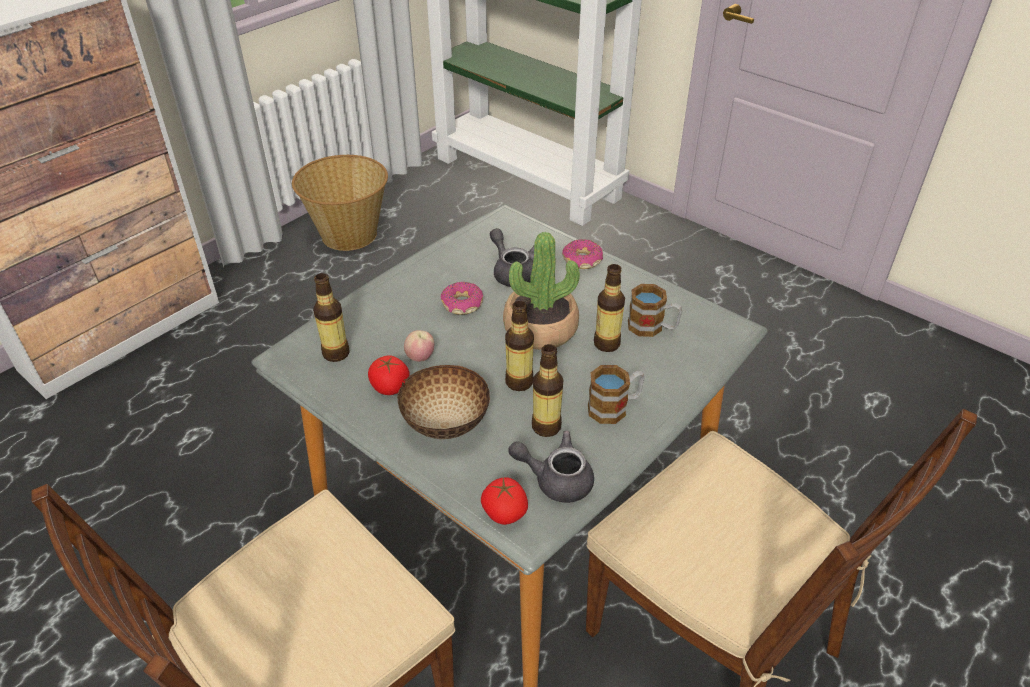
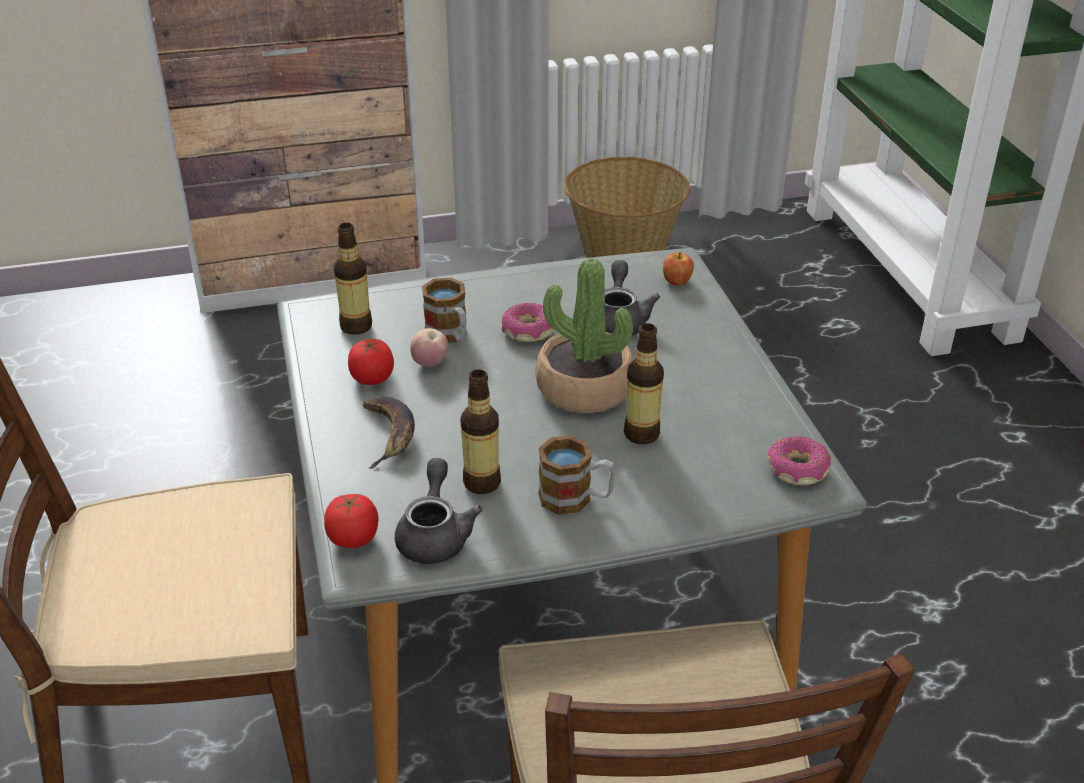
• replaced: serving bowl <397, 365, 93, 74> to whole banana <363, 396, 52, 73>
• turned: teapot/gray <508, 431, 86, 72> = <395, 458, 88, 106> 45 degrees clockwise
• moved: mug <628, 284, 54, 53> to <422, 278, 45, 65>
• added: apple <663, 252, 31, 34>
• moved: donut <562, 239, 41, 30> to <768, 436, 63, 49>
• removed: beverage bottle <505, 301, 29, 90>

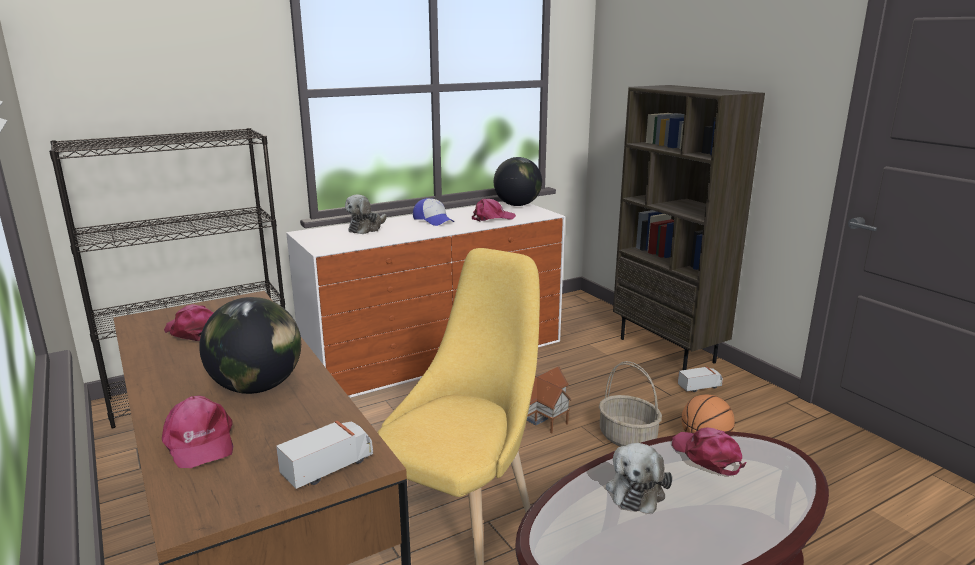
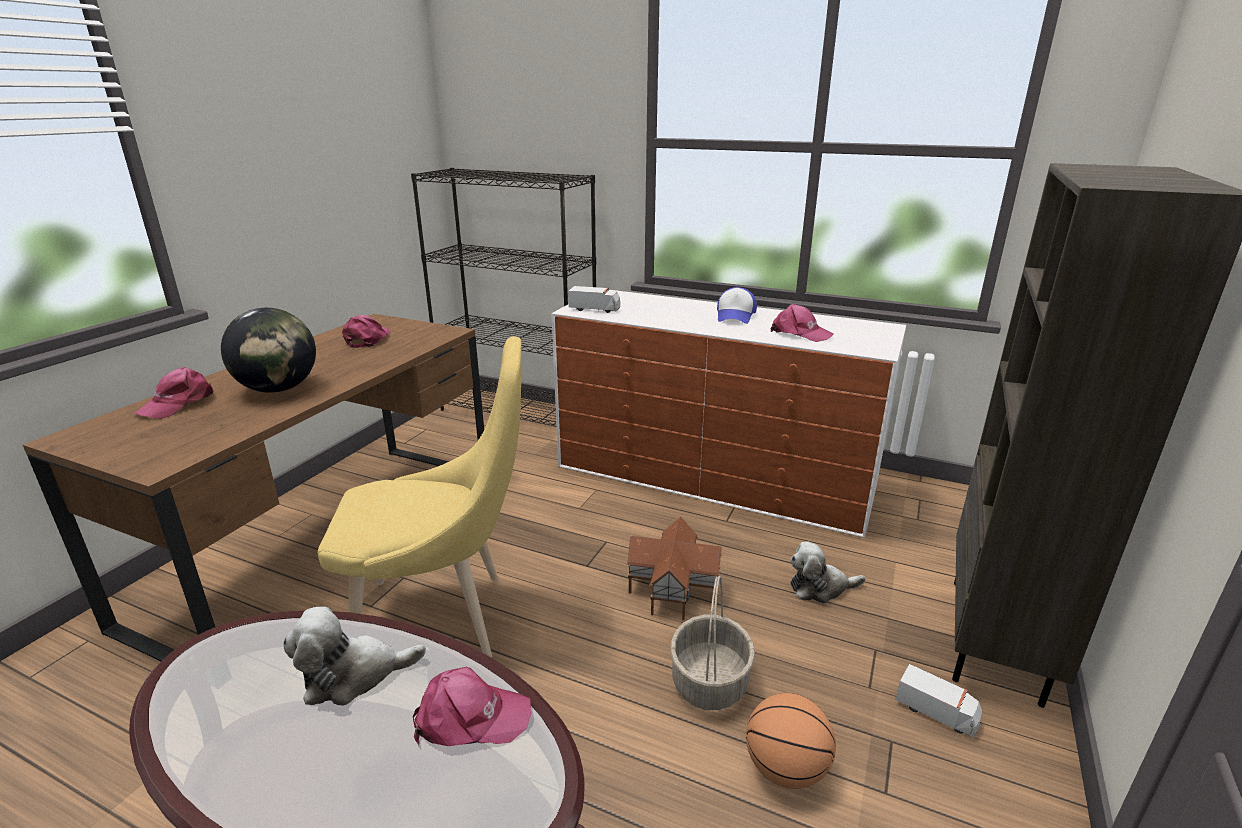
• turned: cap/pink-coloured <672, 427, 75, 49> = <413, 666, 119, 80> 60 degrees clockwise
• moved: toy lorry <276, 420, 97, 69> to <568, 286, 52, 27>
• moved: cuddly toy <345, 194, 42, 40> to <790, 542, 76, 61>
• removed: globe <494, 157, 48, 49>

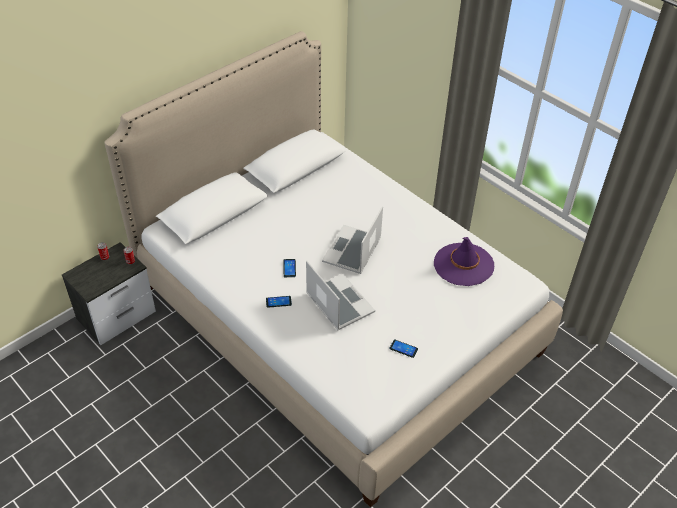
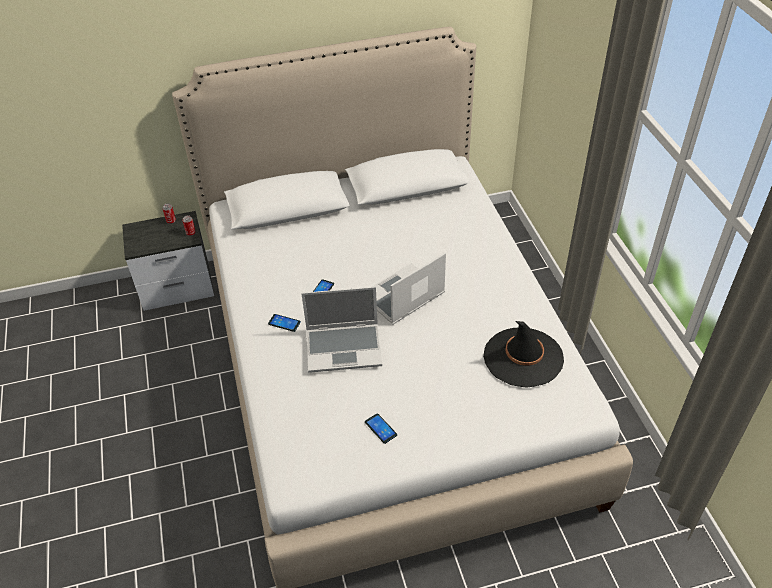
• turned: portable computer <306, 261, 69, 69> = <301, 287, 81, 86> 90 degrees clockwise
• recoloured: wearable hat/purplish <434, 237, 60, 49> to wearable hat/black <483, 321, 81, 67>

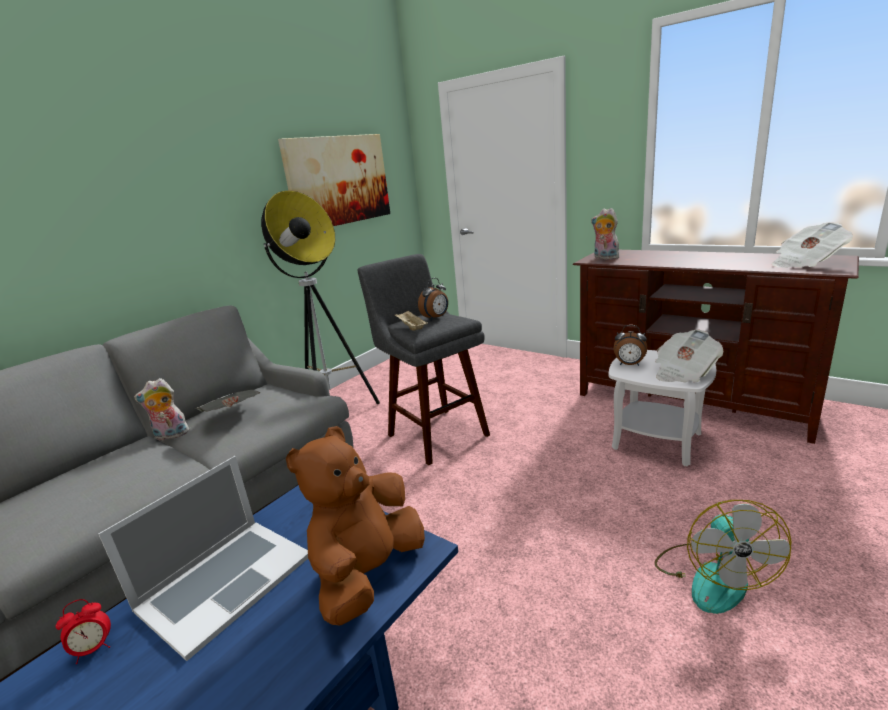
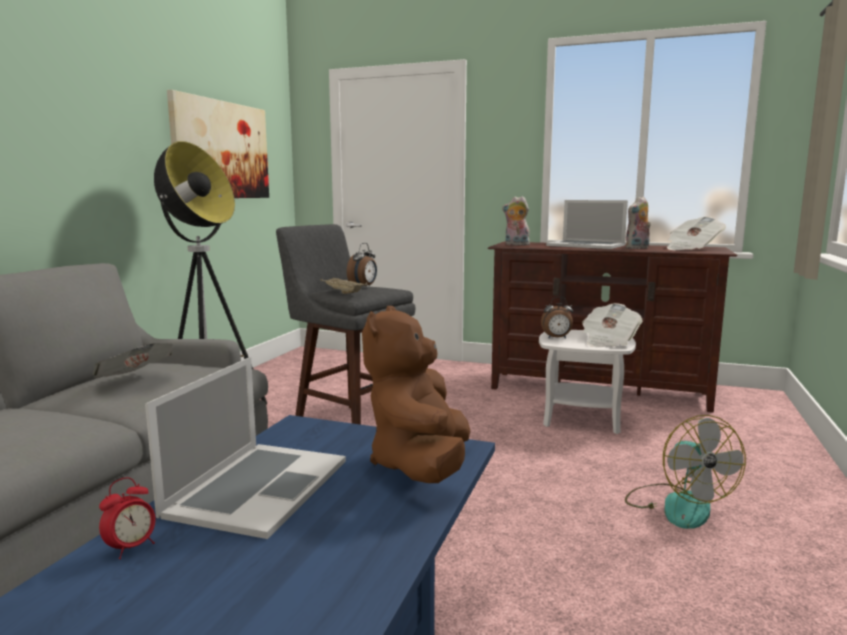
• added: portable computer <546, 200, 82, 49>
• moved: cuddly toy <134, 378, 55, 63> to <626, 196, 25, 53>

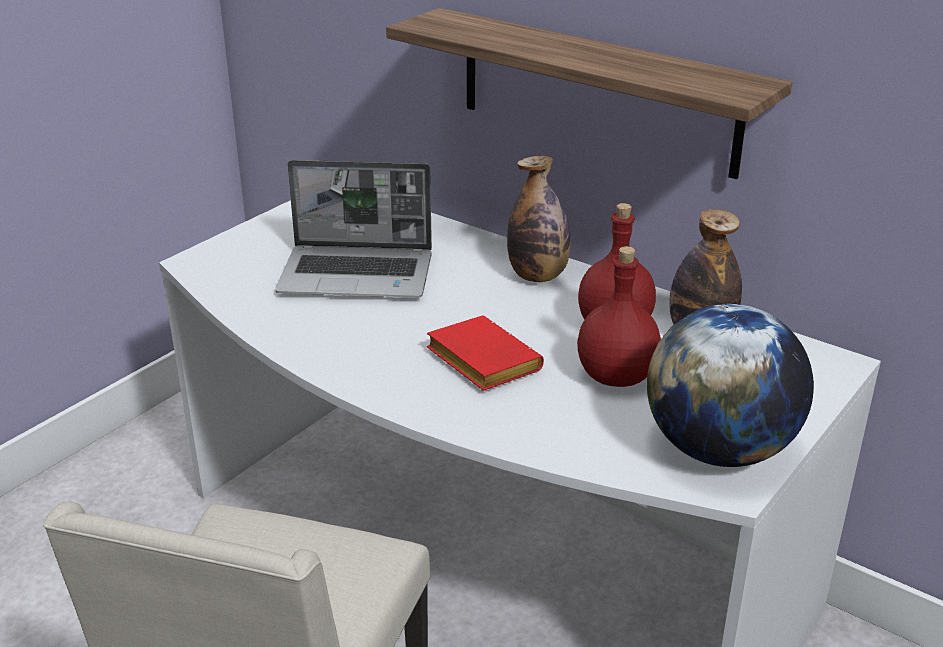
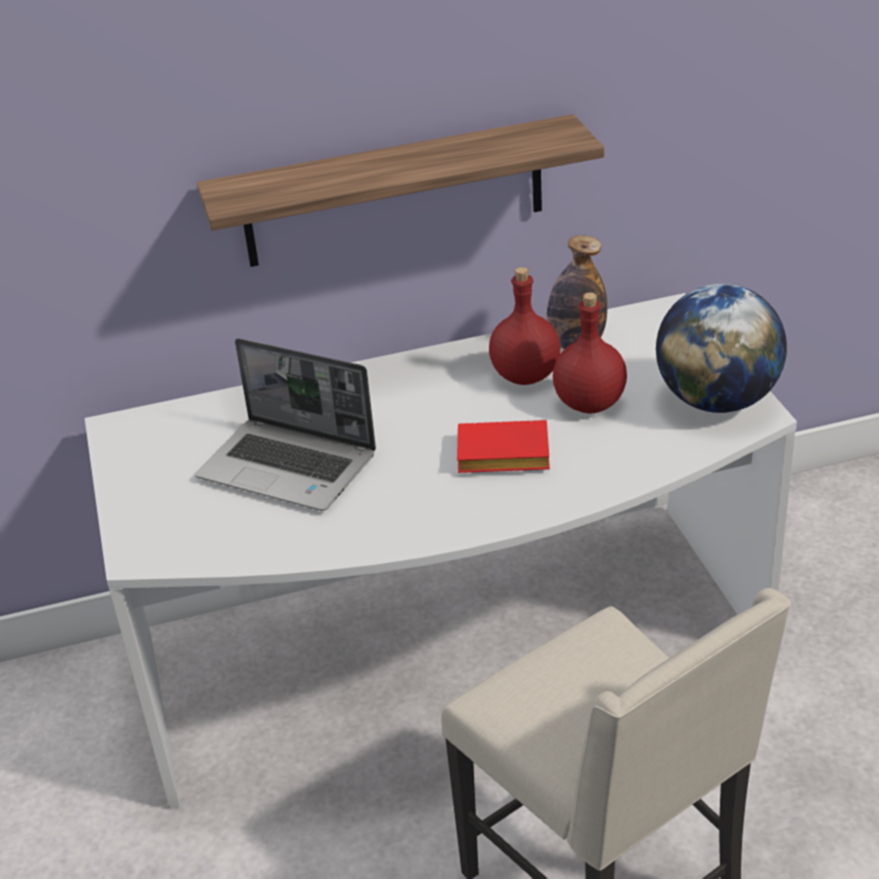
• turned: portable computer <275, 160, 157, 138> = <195, 338, 181, 173> 75 degrees clockwise
• removed: beverage bottle <507, 156, 64, 126>

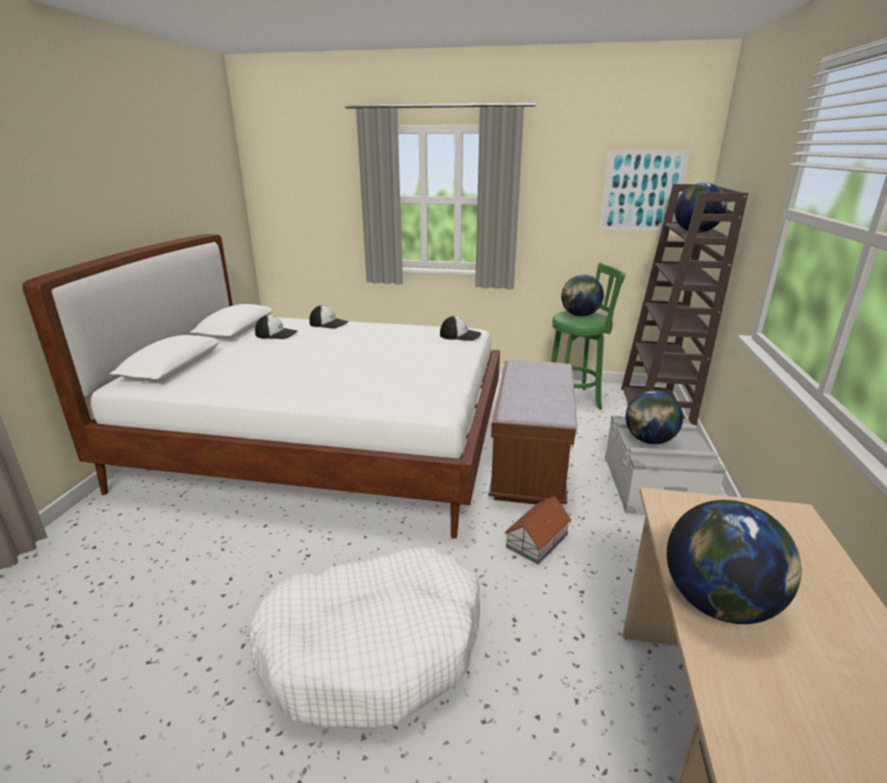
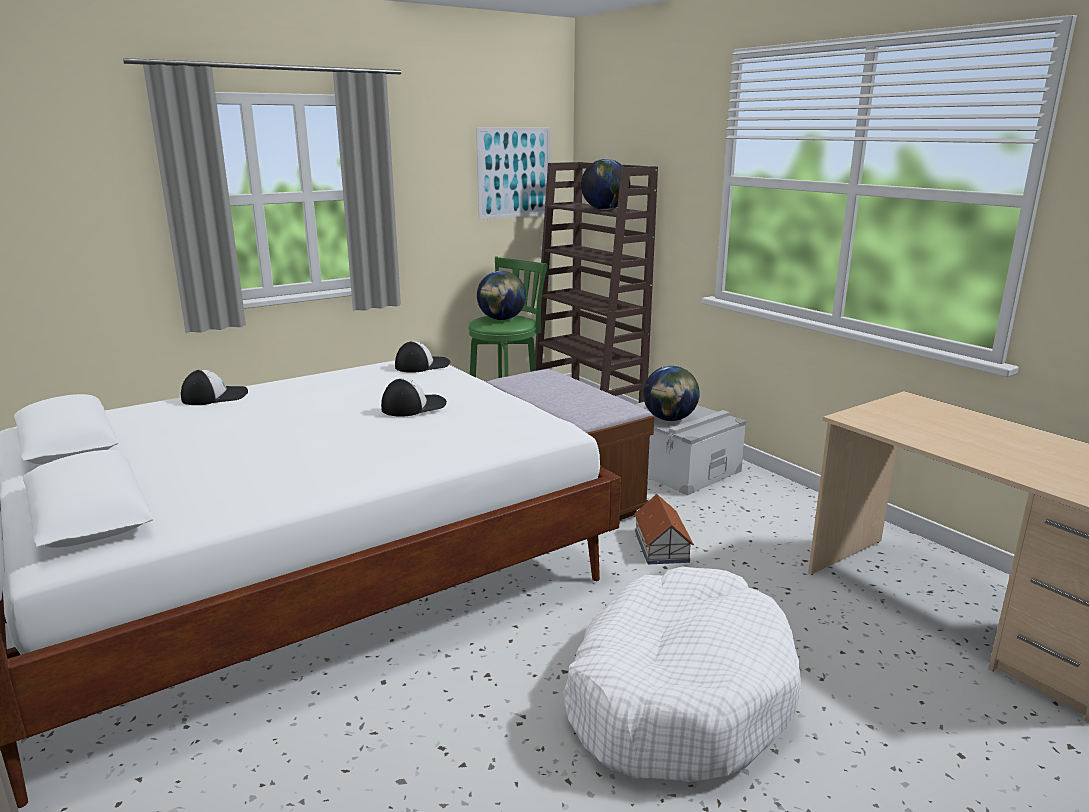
• moved: cap <255, 315, 42, 24> to <381, 379, 66, 38>
• removed: globe <667, 500, 134, 124>

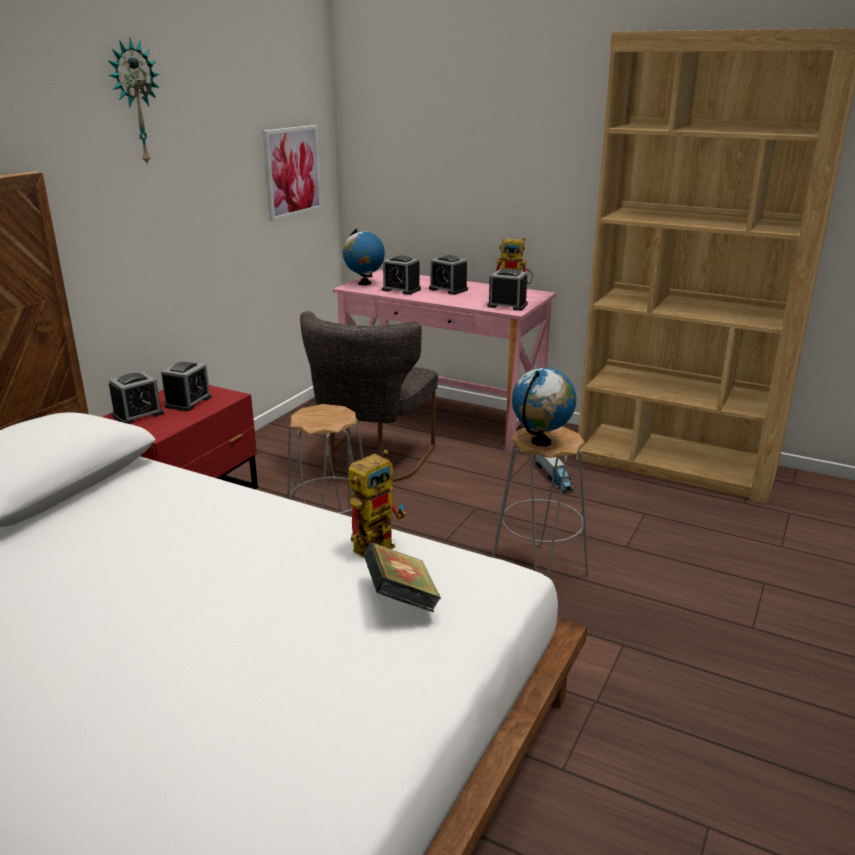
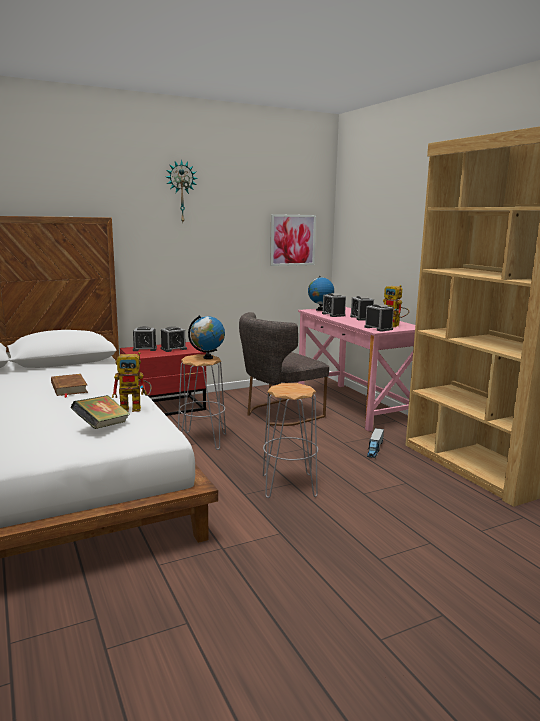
• added: volume/brown <51, 374, 37, 24>
• moved: globe <512, 368, 64, 78> to <188, 315, 37, 44>

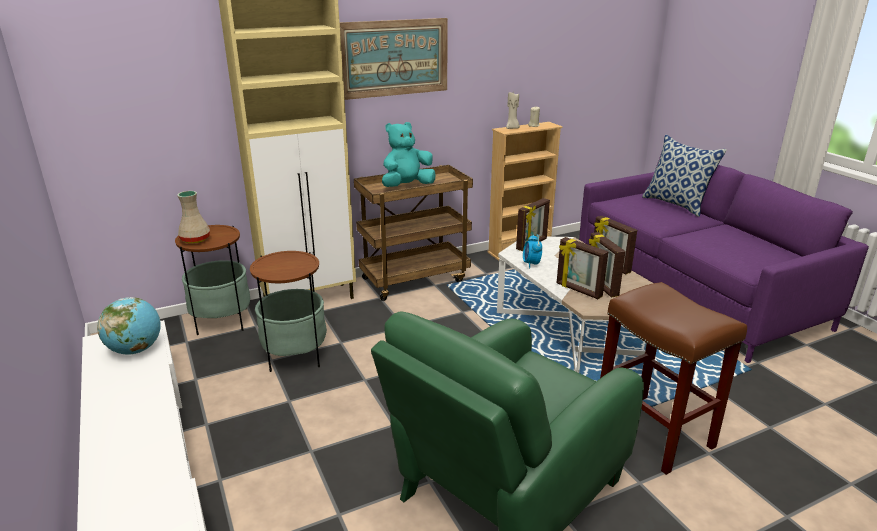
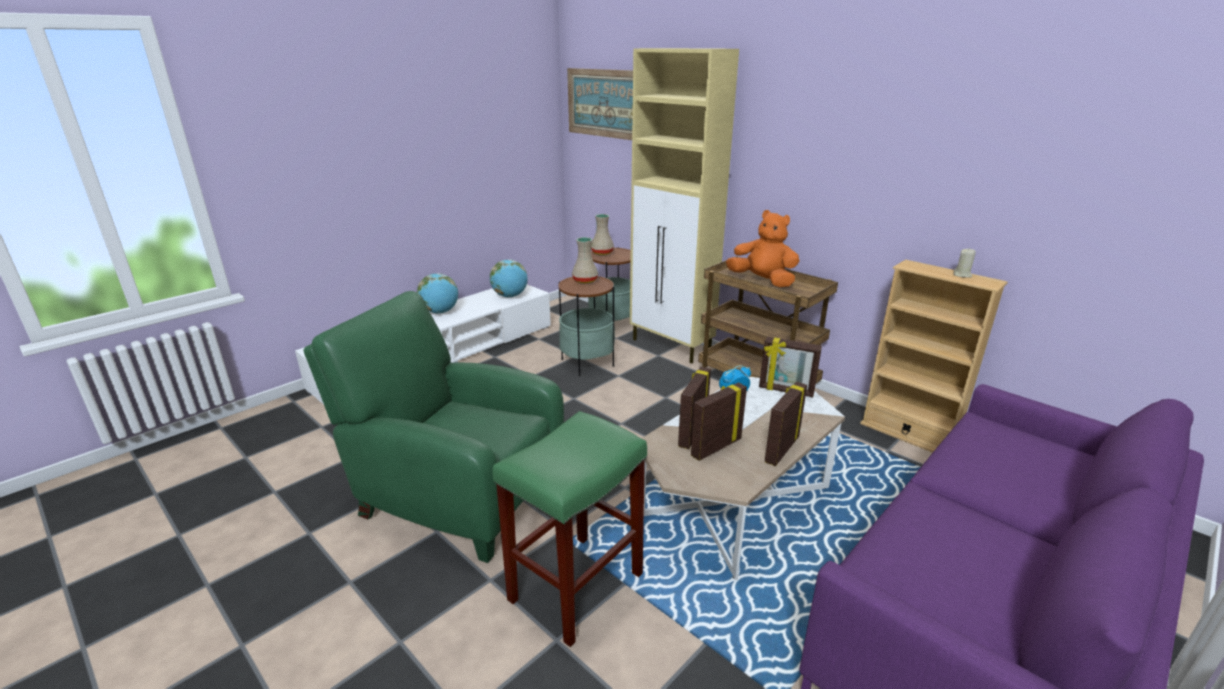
• added: globe <417, 273, 41, 41>
• recoloured: sitting stool/brown <600, 282, 147, 193> to sitting stool/green-coloured <492, 411, 155, 236>
• moved: wall picture <340, 18, 108, 82> to <567, 68, 66, 72>
• added: decorative vase/beige-coloured <572, 237, 26, 46>
• recoloured: cuddly toy/blue-green <382, 122, 53, 65> to cuddly toy/orange <726, 210, 73, 77>
• removed: candle/beige-coloured <506, 92, 14, 37>
• removed: cushion <642, 135, 85, 82>

